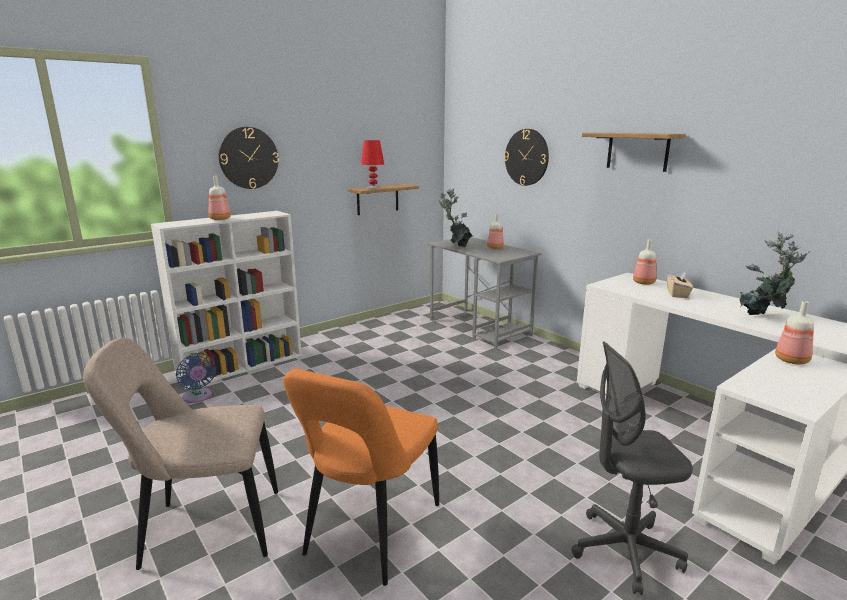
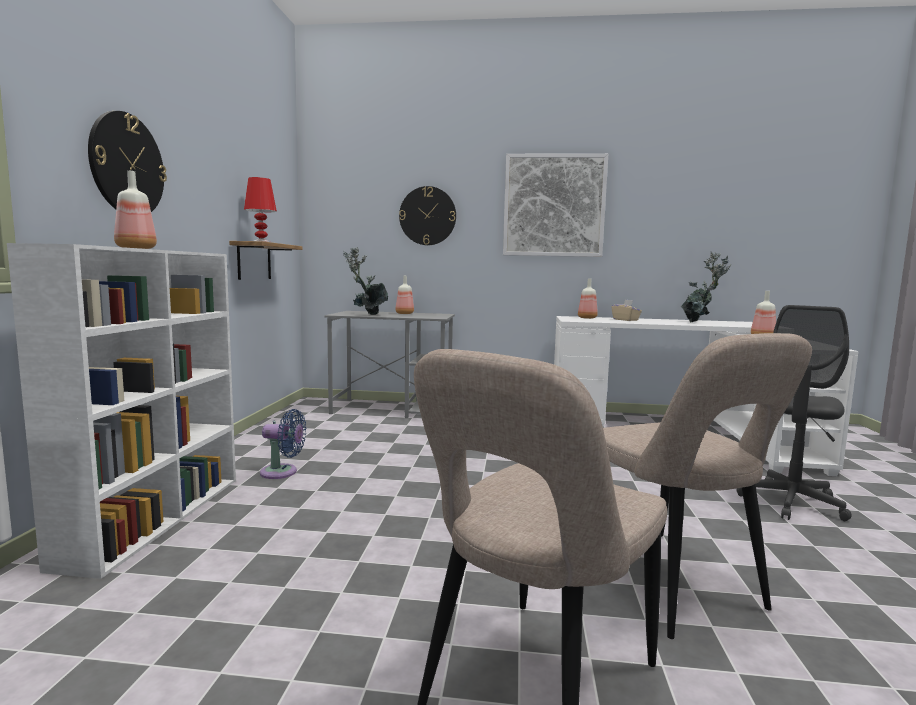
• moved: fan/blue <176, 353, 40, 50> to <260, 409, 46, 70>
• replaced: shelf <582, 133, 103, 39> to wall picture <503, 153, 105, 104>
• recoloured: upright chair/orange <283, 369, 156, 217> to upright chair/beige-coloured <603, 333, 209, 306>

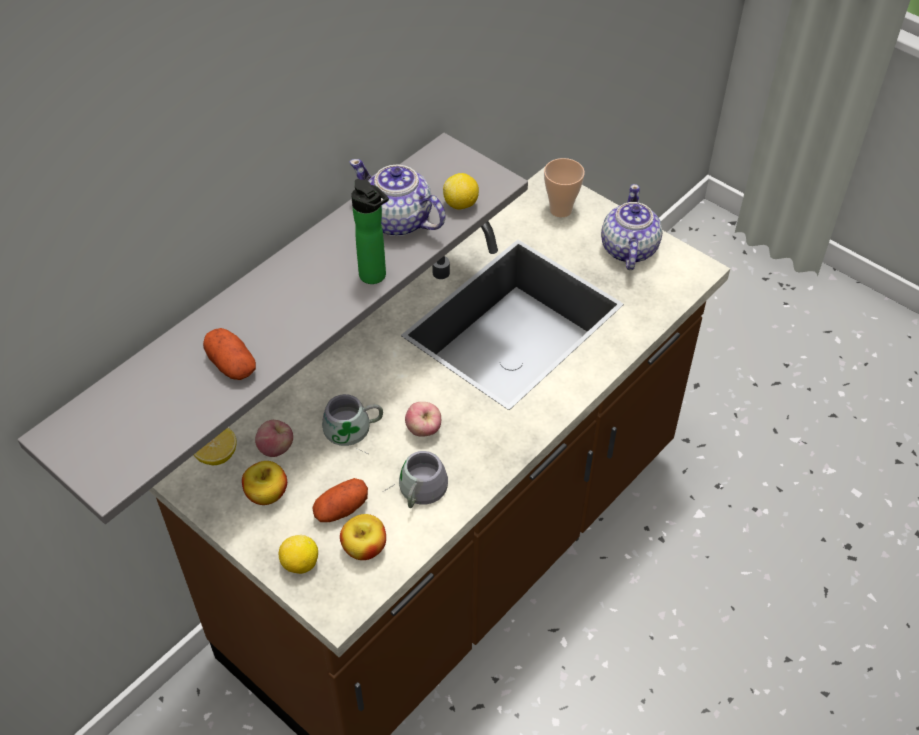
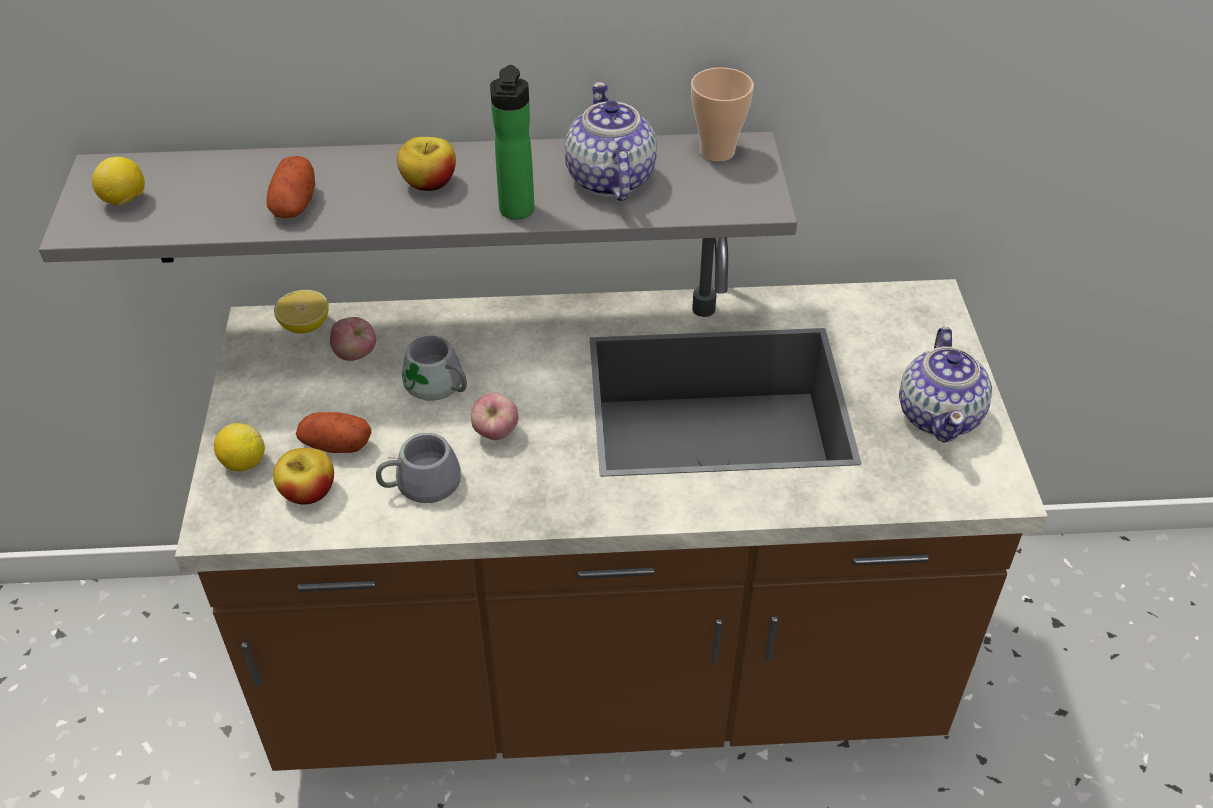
• moved: citrus fruit <443, 173, 36, 36> to <92, 157, 53, 49>
• moved: apple <242, 461, 45, 44> to <397, 137, 59, 54>
• moved: cup <544, 158, 41, 59> to <691, 67, 63, 95>
• turned: teapot <601, 184, 61, 86> = <899, 327, 93, 115> 135 degrees clockwise

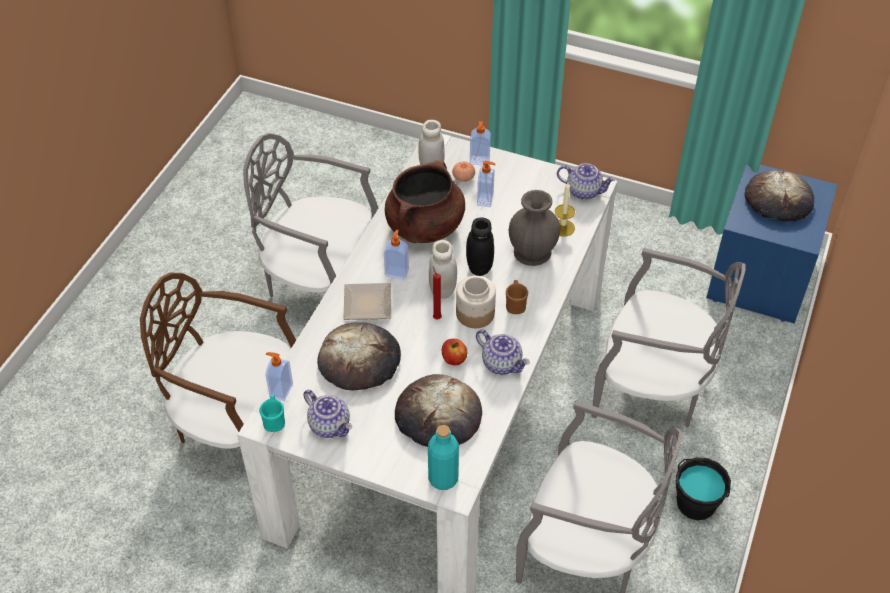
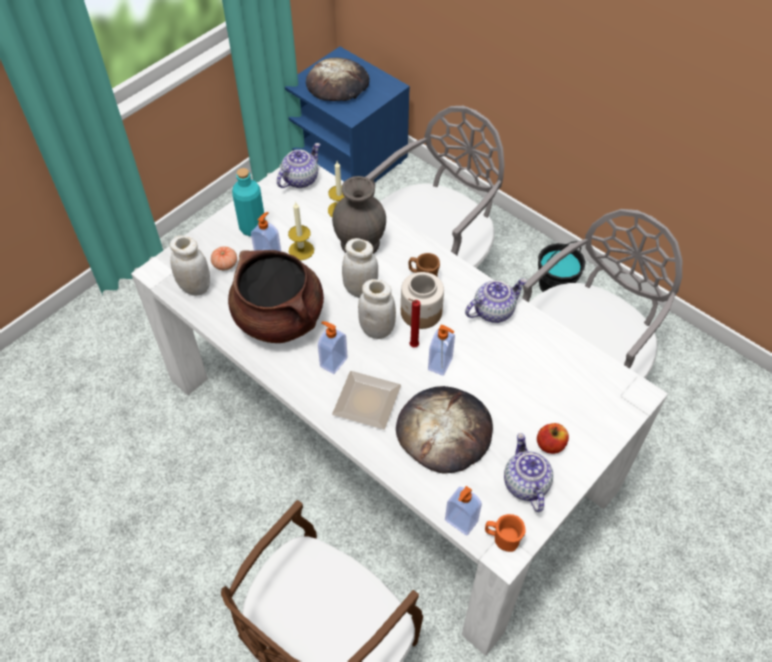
• moved: beverage bottle/blue-green <428, 425, 31, 65> to <232, 168, 33, 68>
• added: candle <288, 201, 26, 59>
• recoloured: jar/black <466, 217, 28, 59> to jar/white-coloured <342, 238, 36, 60>
• moved: liquid soap bottle <470, 121, 21, 44> to <428, 325, 27, 51>
• recoloured: mug/blue-green <259, 395, 26, 37> to mug/orange <485, 514, 41, 38>
• turned: teapot <303, 390, 49, 48> = <504, 433, 49, 79> 75 degrees counterclockwise
• moved: apple <442, 338, 25, 27> to <537, 423, 32, 31>
• removed: upright chair/gray <243, 133, 135, 164>
• removed: bread <395, 374, 87, 73>

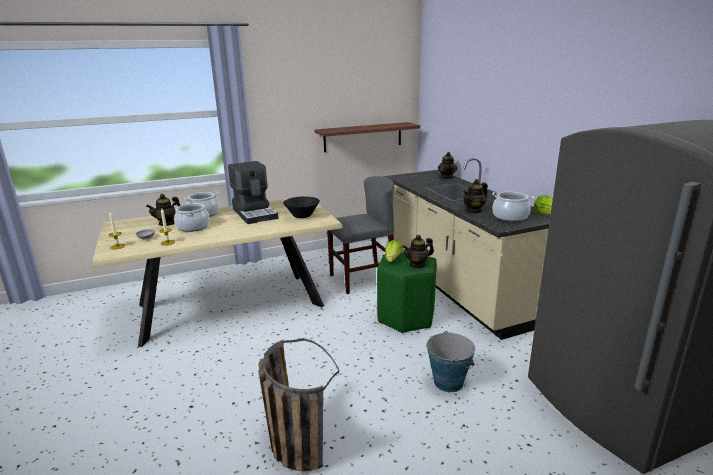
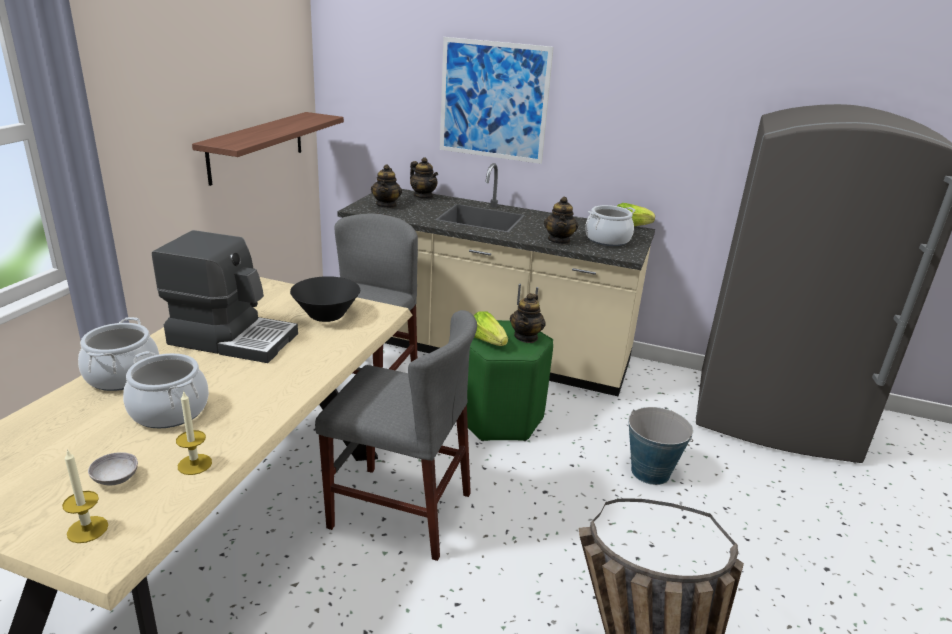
• added: upright chair/gray <315, 310, 162, 251>
• moved: teapot <146, 194, 35, 32> to <371, 164, 31, 44>
• added: wall picture <440, 37, 114, 127>

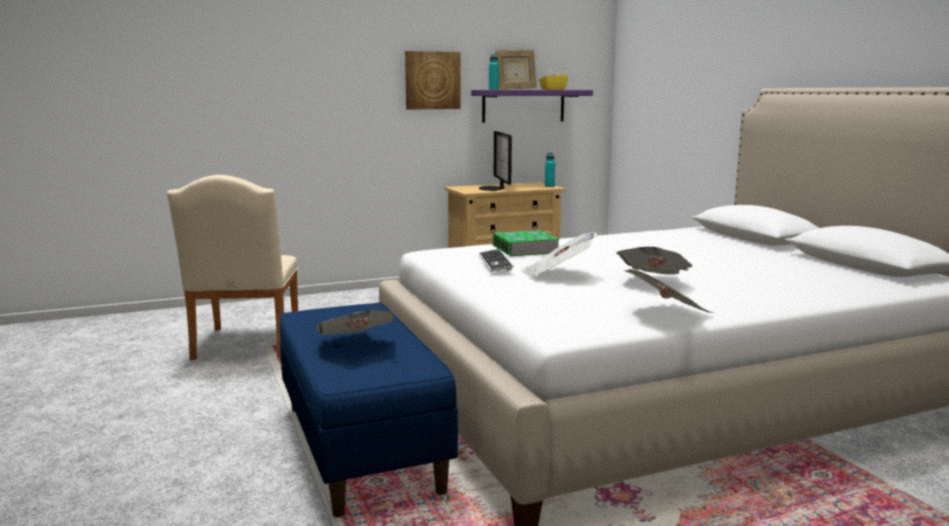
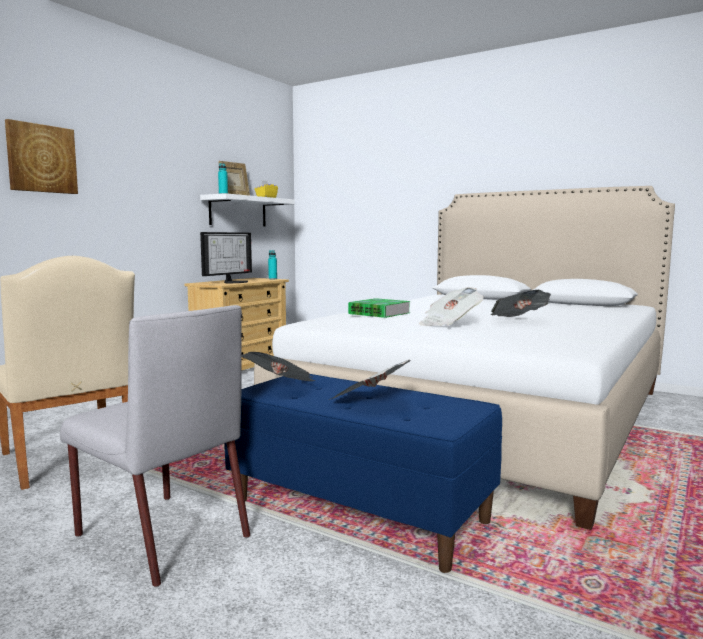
• moved: wall picture <405, 51, 56, 59> to <5, 119, 73, 75>
• added: upright chair/gray <60, 305, 190, 282>
• recoloured: shelf/purplish <471, 90, 122, 33> to shelf/white-coloured <200, 193, 95, 33>
• turned: monitor <479, 131, 33, 60> = <200, 232, 52, 51> 105 degrees counterclockwise
• moved: daily paper <624, 269, 90, 44> to <242, 352, 74, 29>
• removed: keyboard <479, 249, 35, 23>

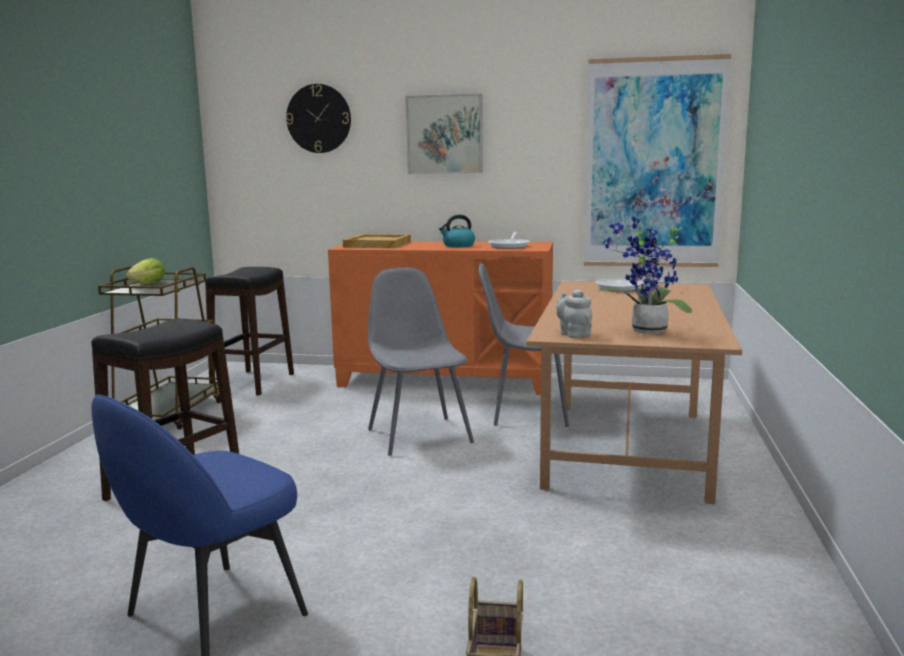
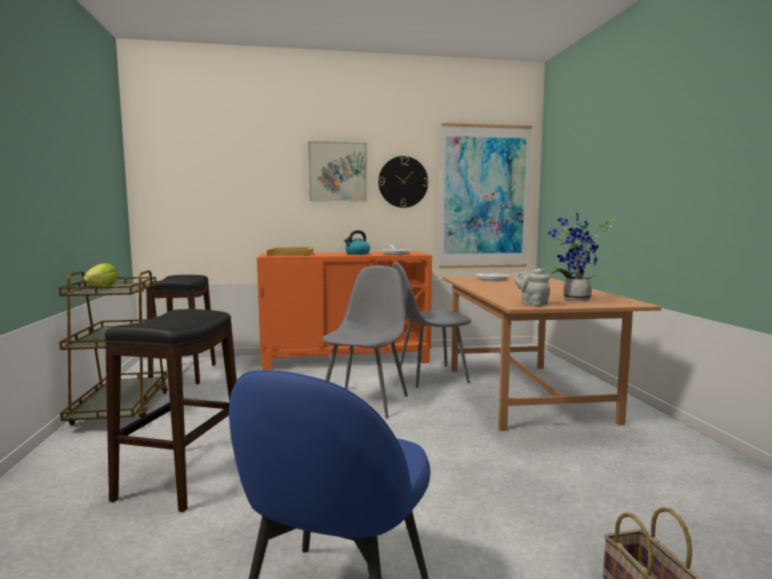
• turned: upright chair/gray <368, 267, 106, 189> = <322, 265, 86, 153> 60 degrees clockwise
• moved: clock on the wall <286, 84, 65, 69> to <378, 156, 50, 52>

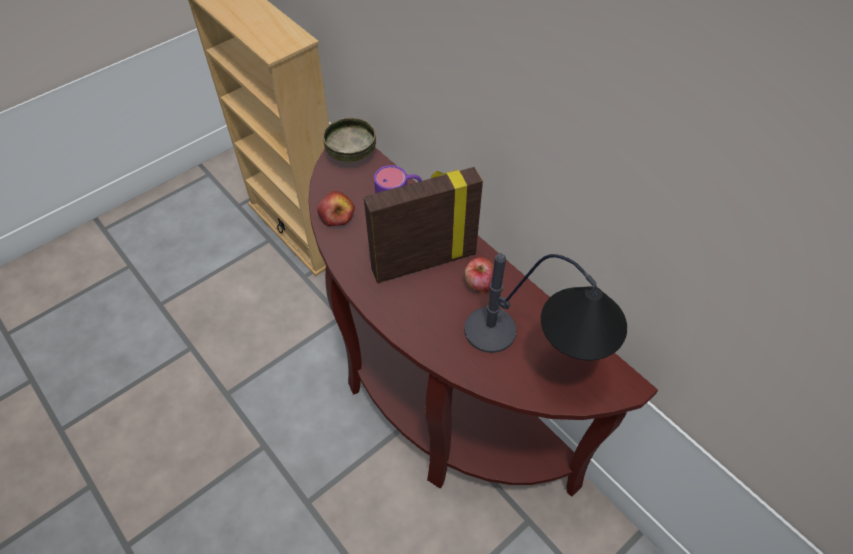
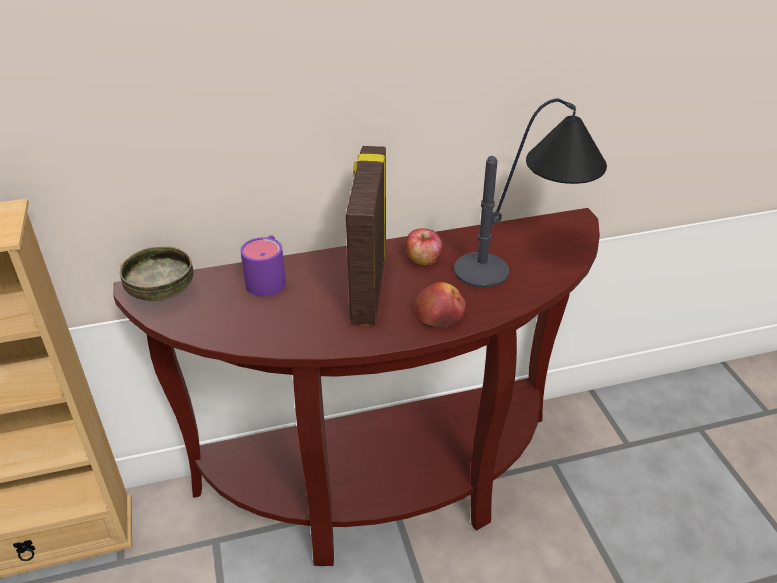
• moved: apple <317, 191, 38, 35> to <415, 282, 51, 45>

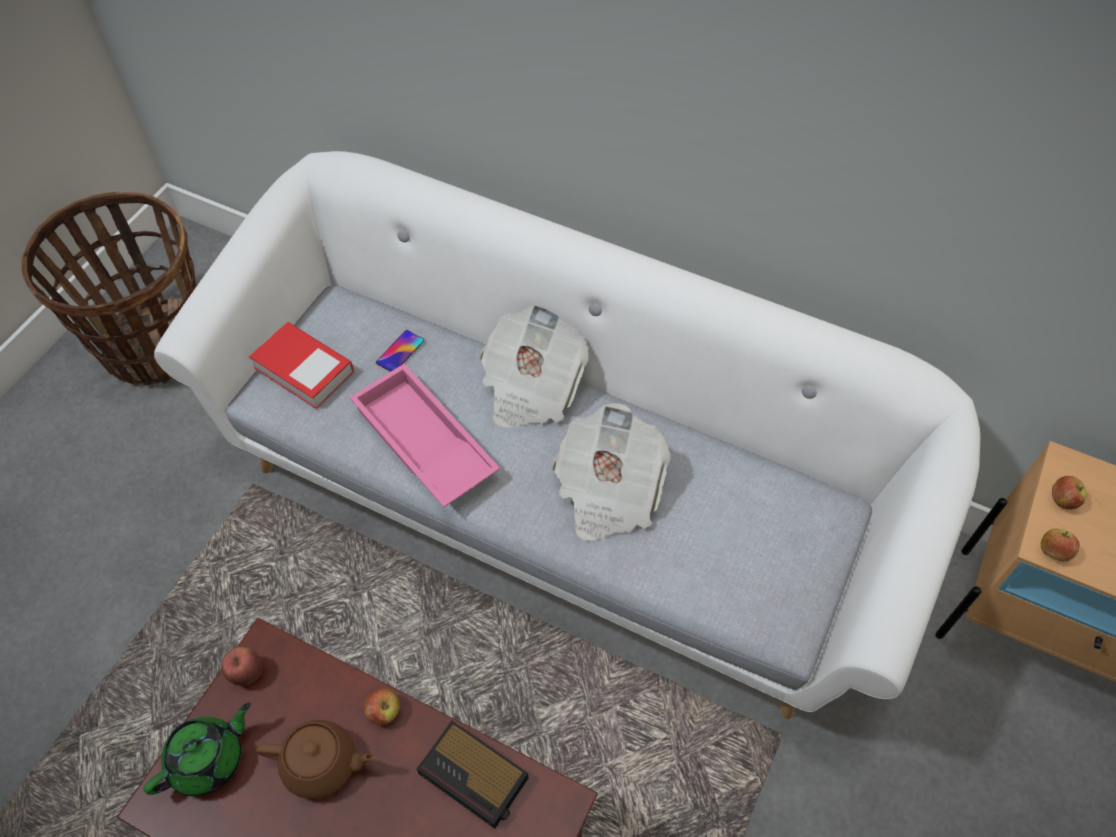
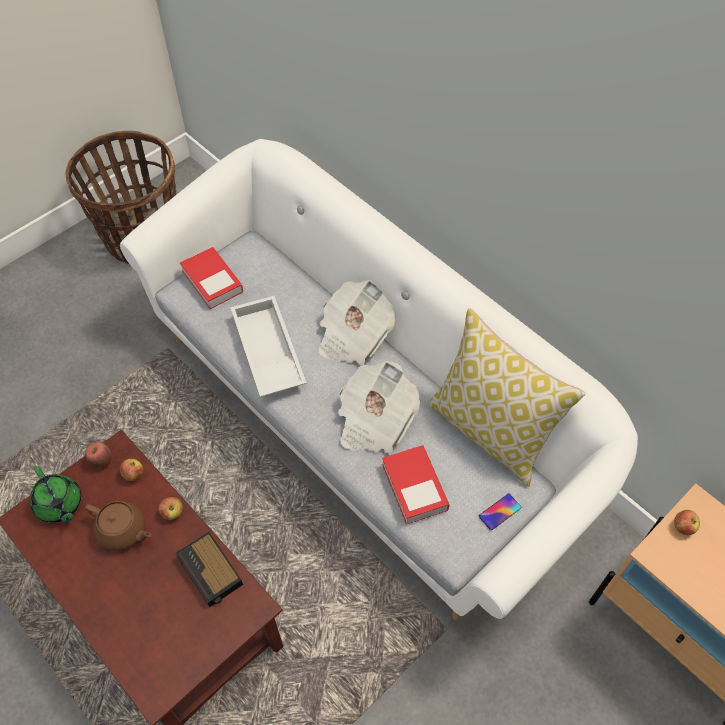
• turned: teapot/green-coloured <144, 702, 107, 95> = <30, 467, 52, 56> 75 degrees clockwise
• moved: apple <1041, 529, 38, 32> to <120, 459, 23, 22>
• recoloured: tray/pink-coloured <350, 364, 150, 143> to tray/white-coloured <230, 296, 76, 101>
• added: volume <382, 445, 68, 80>
• added: cushion <428, 308, 157, 179>
• moved: handset <376, 330, 48, 42> to <479, 494, 42, 36>

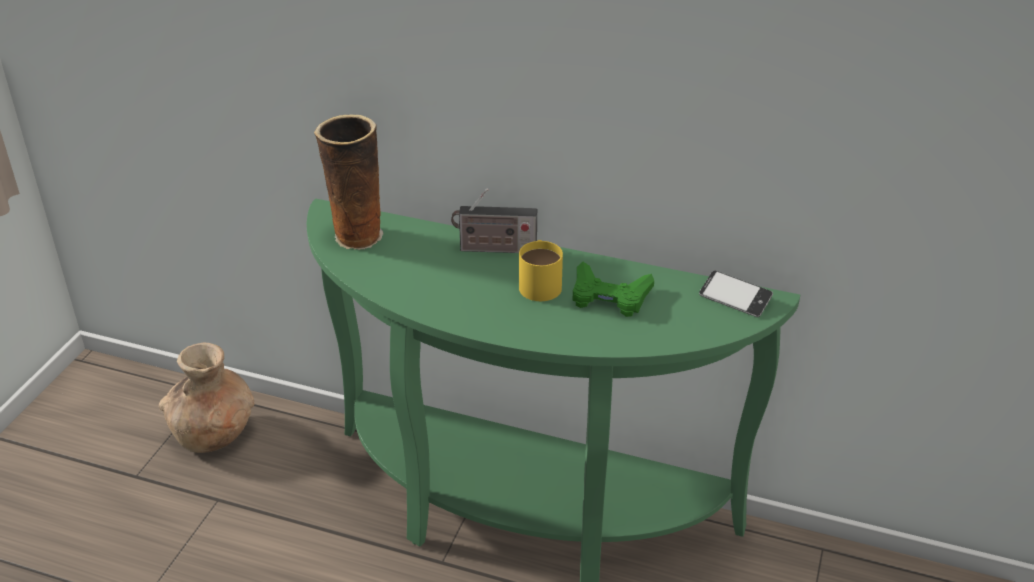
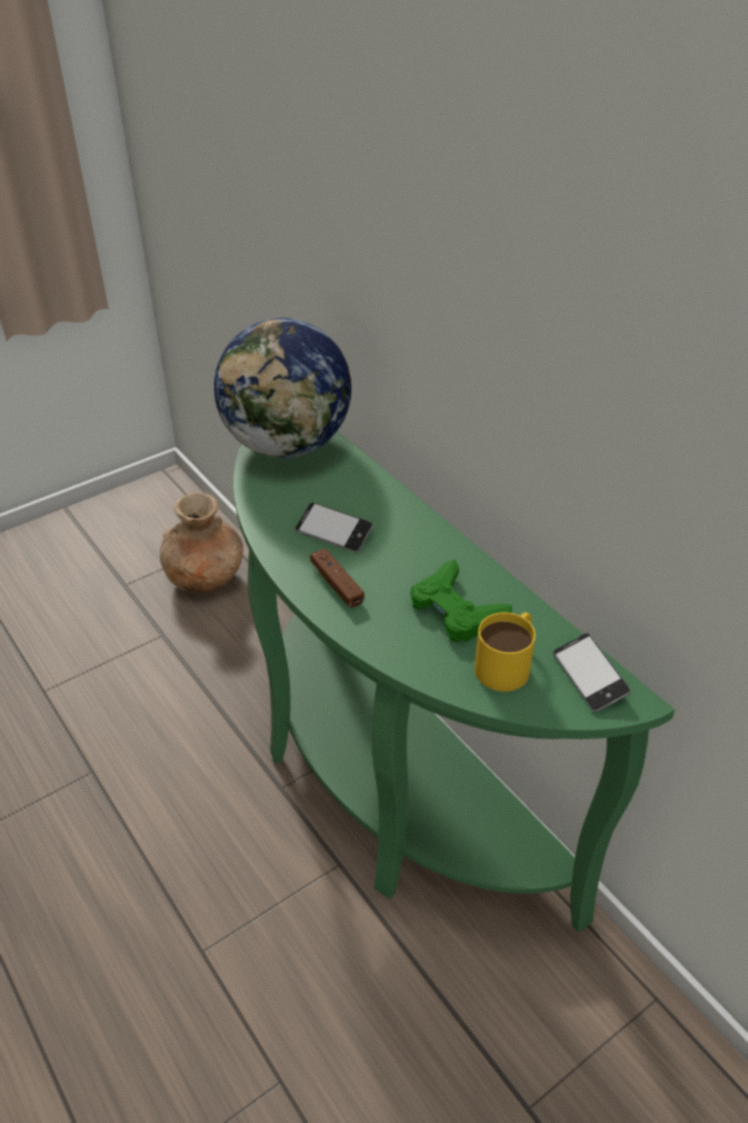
• replaced: decorative vase <314, 115, 69, 135> to globe <214, 318, 137, 140>
• added: handset <295, 502, 78, 51>
• added: gamepad/brown <310, 548, 54, 60>
• moved: mug/yellowish <519, 240, 44, 61> to <475, 612, 61, 80>
• removed: radio <451, 189, 86, 64>

